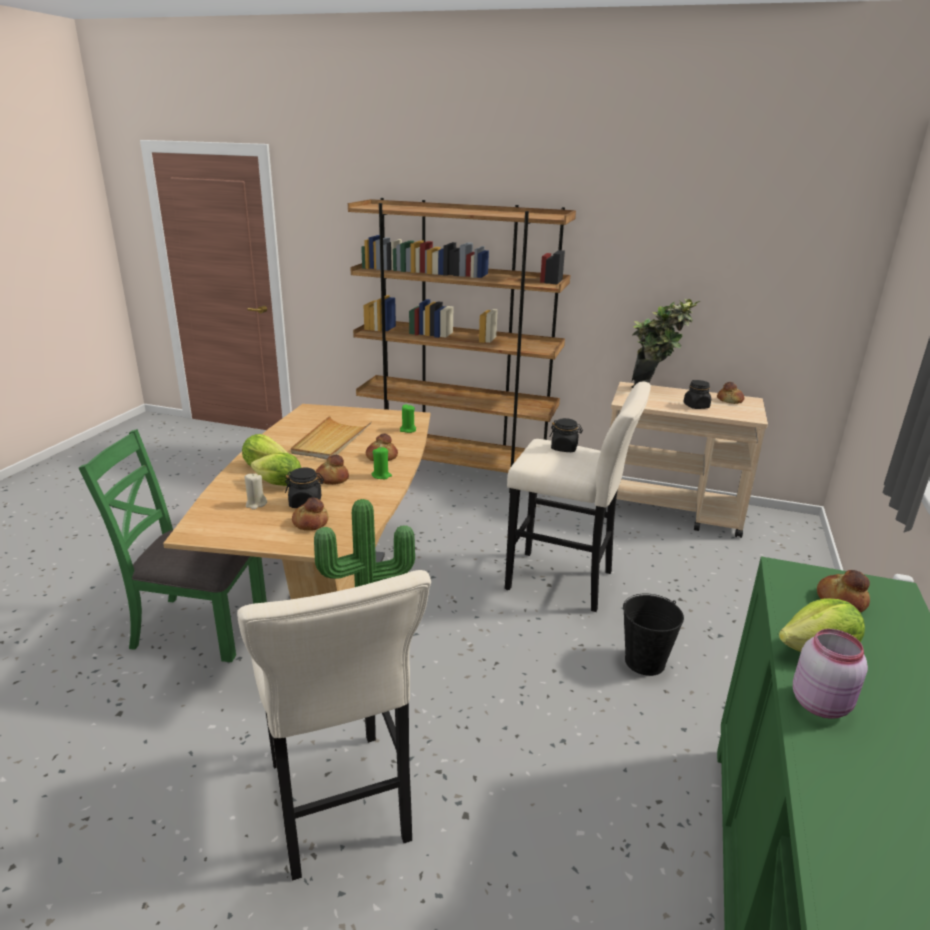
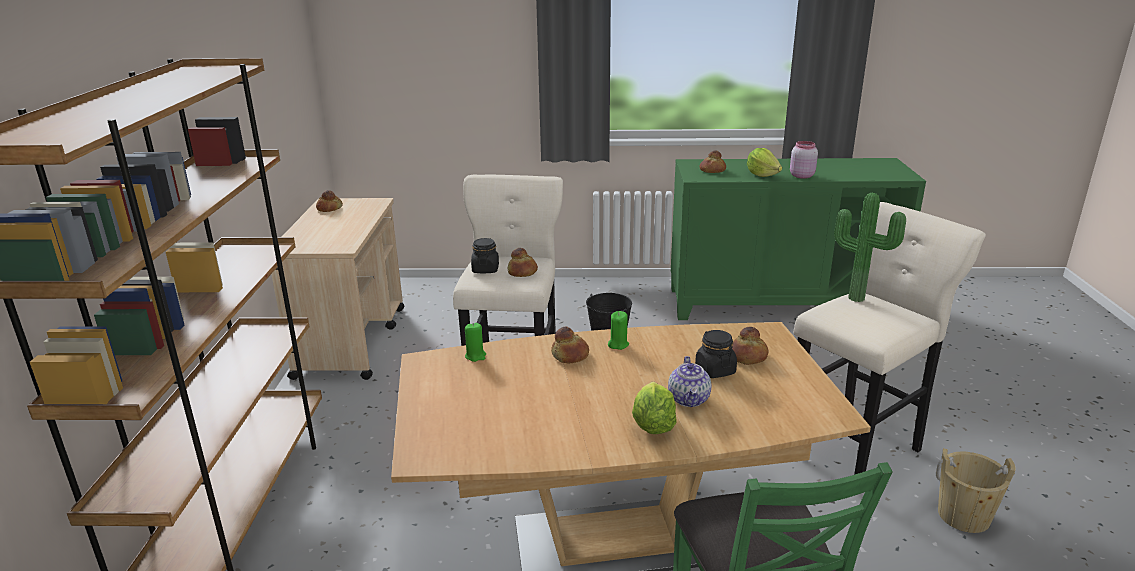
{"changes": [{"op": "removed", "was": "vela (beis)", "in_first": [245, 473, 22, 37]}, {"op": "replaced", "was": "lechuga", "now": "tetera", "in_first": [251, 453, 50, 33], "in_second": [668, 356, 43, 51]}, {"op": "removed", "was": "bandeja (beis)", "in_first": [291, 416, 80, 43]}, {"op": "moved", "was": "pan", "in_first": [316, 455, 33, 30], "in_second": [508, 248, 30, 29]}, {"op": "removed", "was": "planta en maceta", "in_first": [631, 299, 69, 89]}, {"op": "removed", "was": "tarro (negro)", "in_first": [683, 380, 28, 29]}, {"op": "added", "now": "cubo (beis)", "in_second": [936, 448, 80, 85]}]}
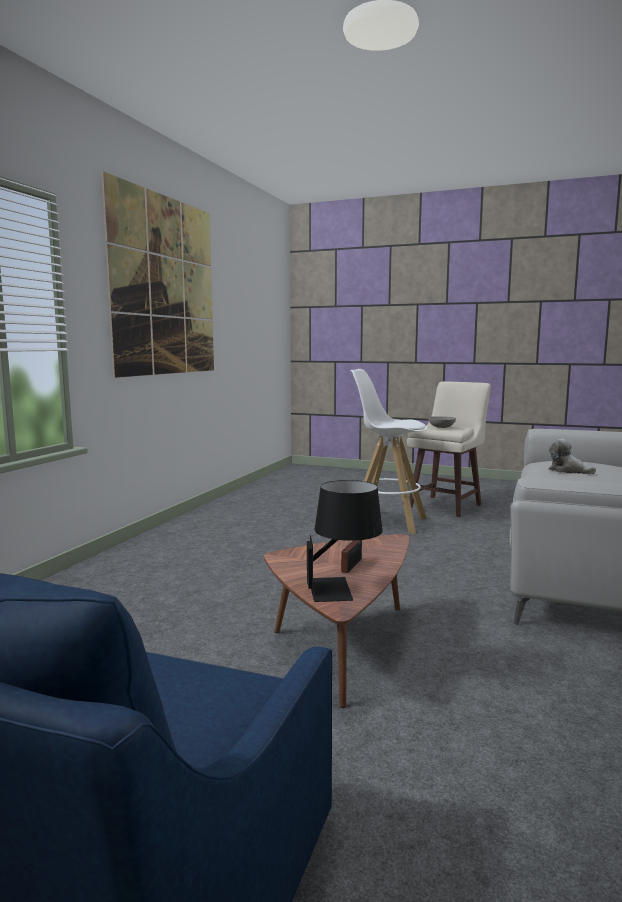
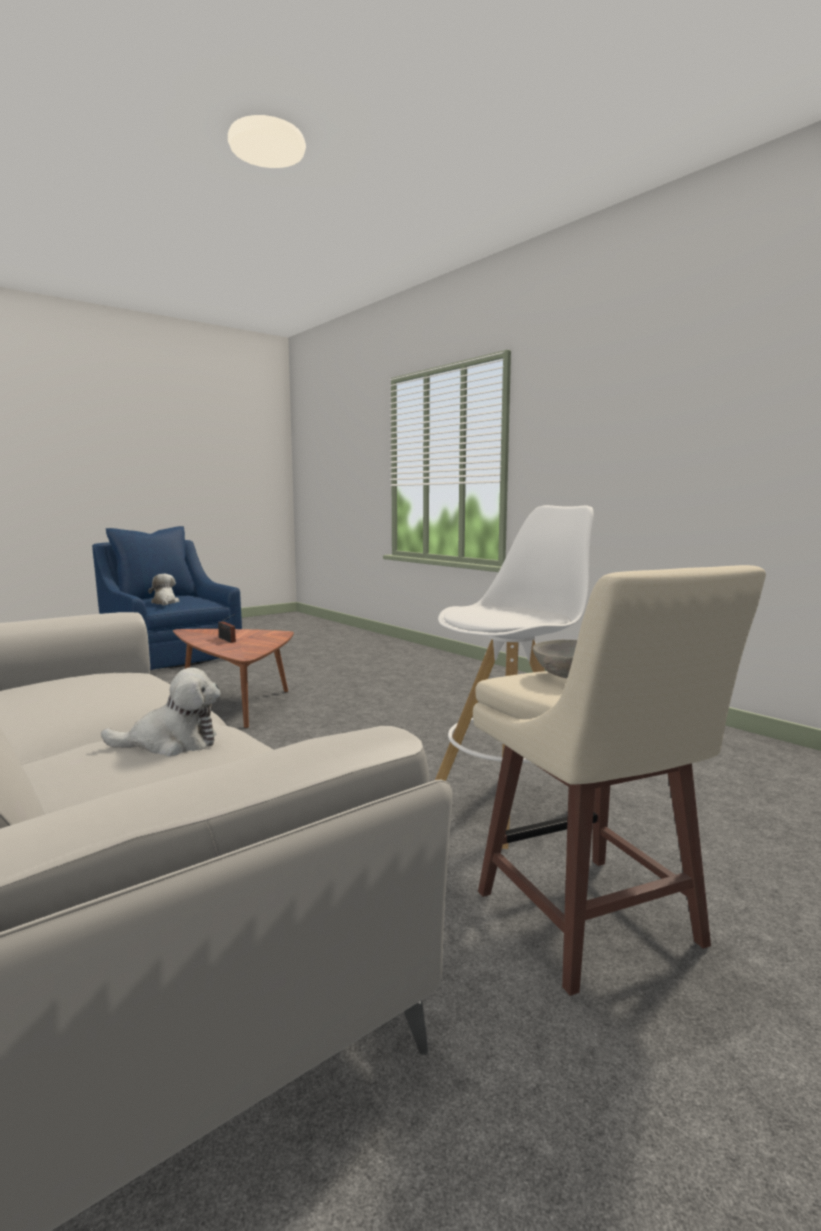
{"changes": [{"op": "removed", "was": "cuadro", "in_first": [102, 171, 112, 207]}, {"op": "removed", "was": "lámpara de mesa (negro)", "in_first": [307, 480, 76, 122]}, {"op": "added", "now": "peluche", "in_second": [148, 574, 31, 31]}]}
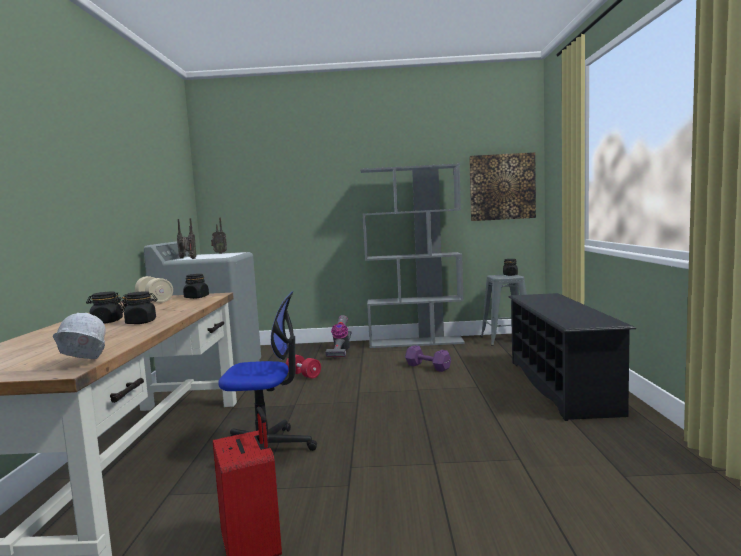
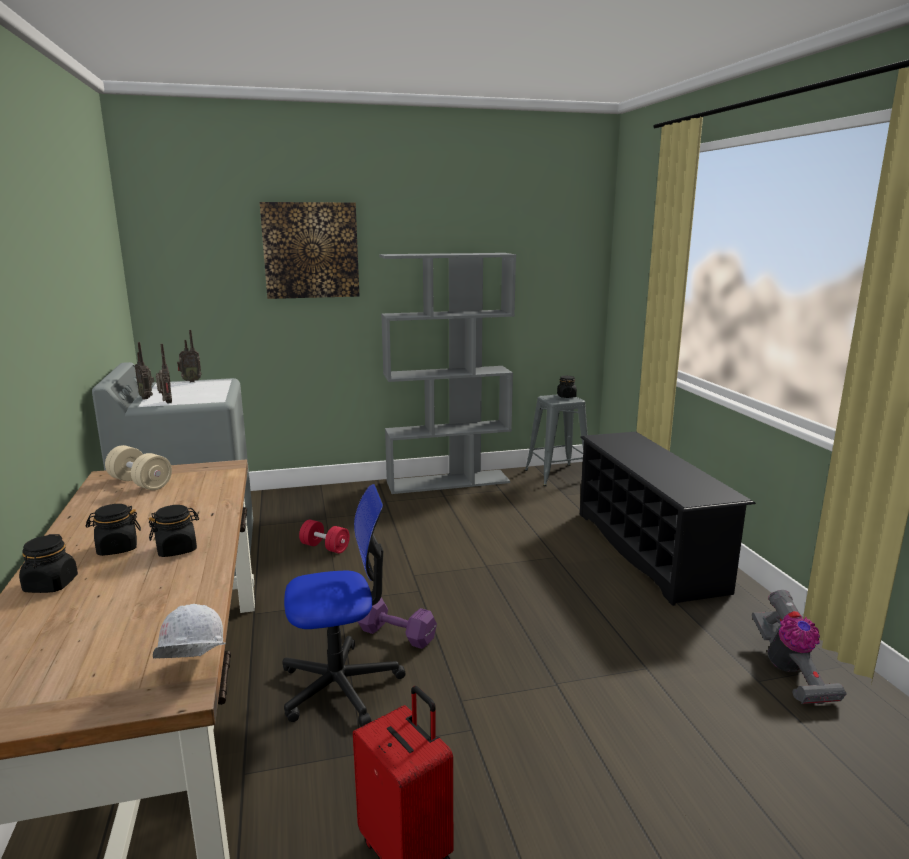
{"changes": [{"op": "moved", "was": "tarro (negro)", "in_first": [183, 274, 26, 25], "in_second": [19, 534, 59, 59]}, {"op": "moved", "was": "aspiradora", "in_first": [325, 315, 26, 43], "in_second": [752, 590, 95, 114]}, {"op": "moved", "was": "mancuerna (morado)", "in_first": [405, 345, 46, 27], "in_second": [358, 597, 79, 52]}, {"op": "moved", "was": "cuadro", "in_first": [469, 152, 67, 69], "in_second": [260, 202, 99, 97]}]}
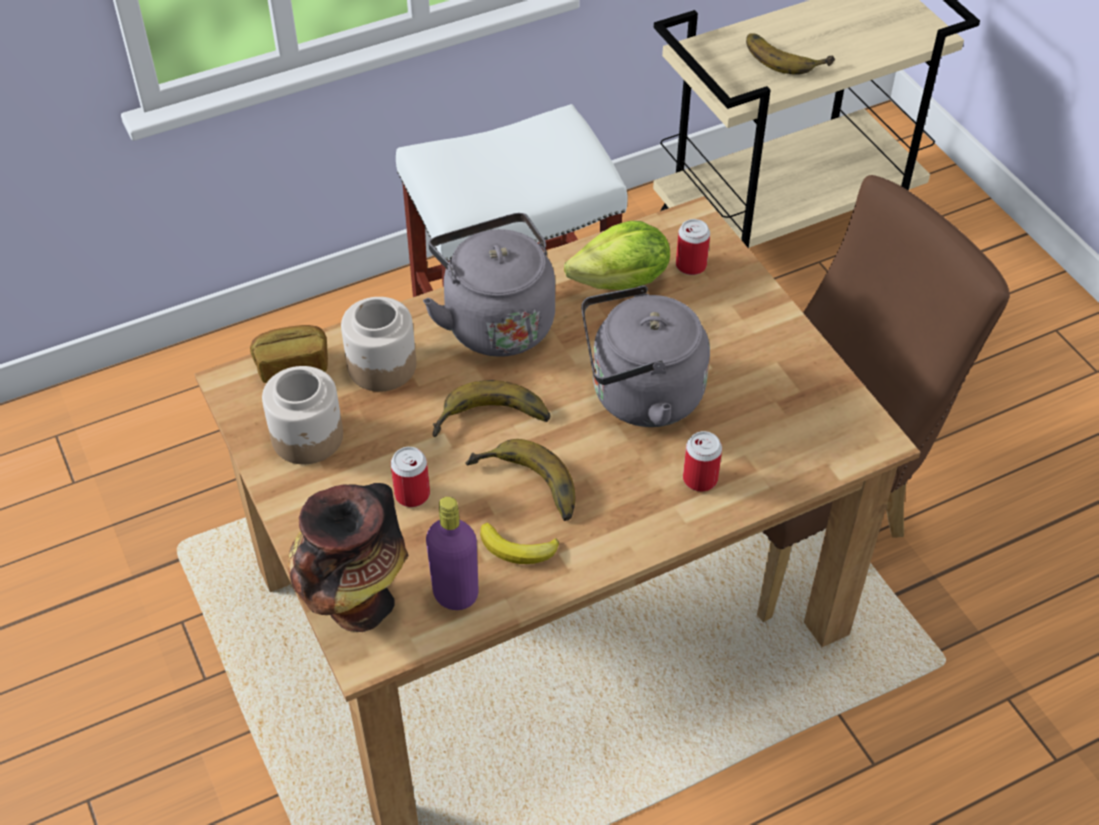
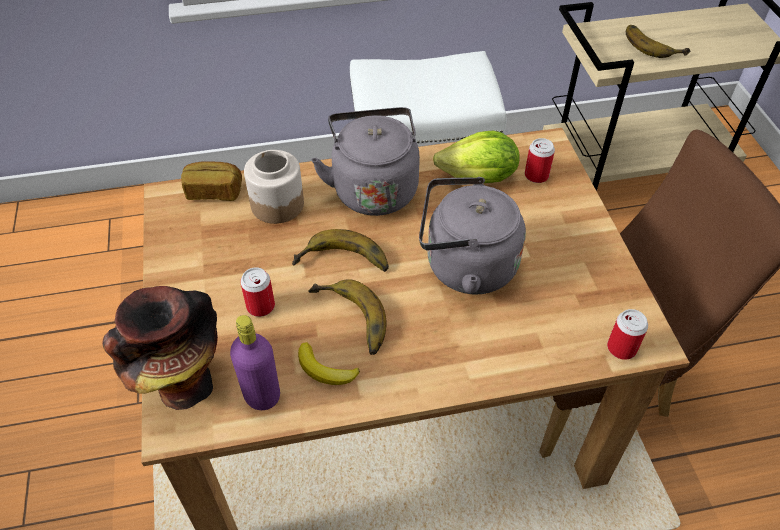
{"changes": [{"op": "removed", "was": "tarro", "in_first": [262, 366, 81, 98]}, {"op": "moved", "was": "lata", "in_first": [683, 431, 39, 61], "in_second": [607, 309, 41, 51]}]}
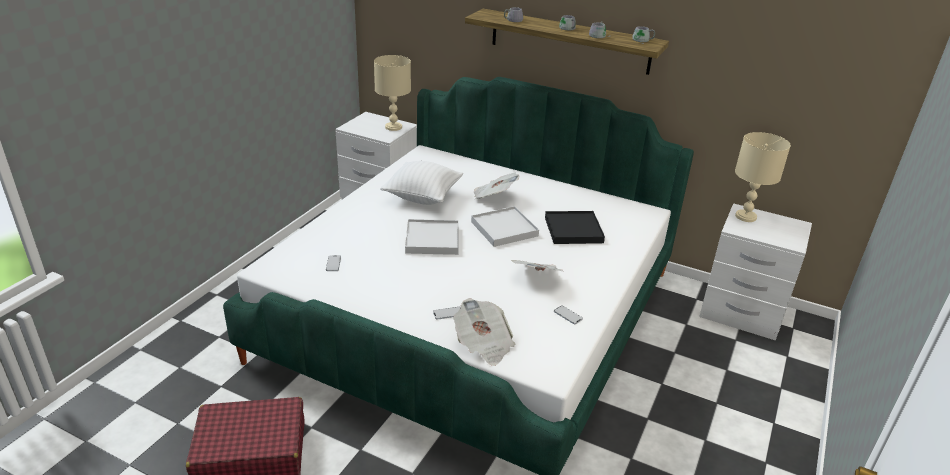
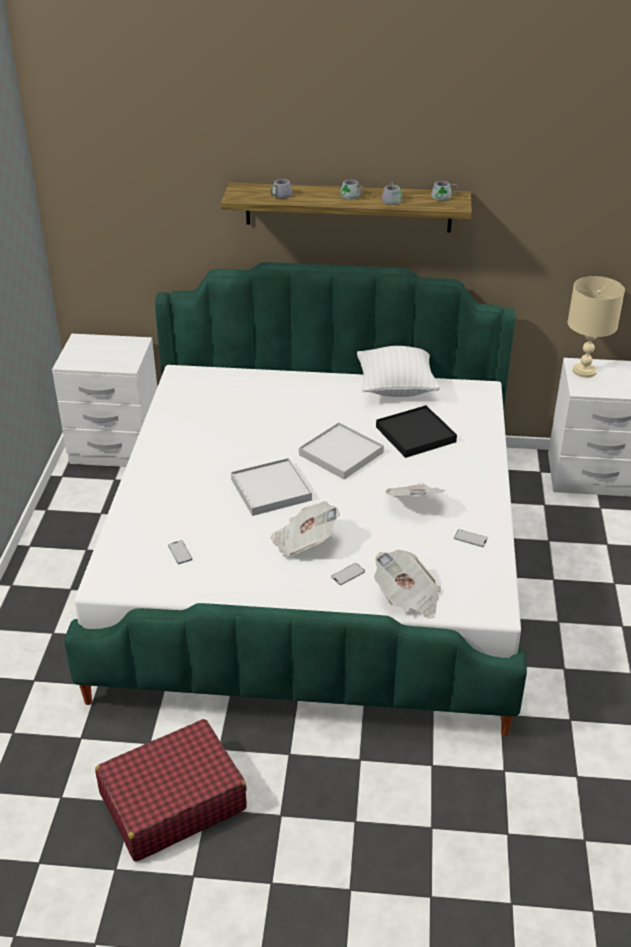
{"changes": [{"op": "removed", "was": "lámpara de mesa (beis)", "in_first": [374, 55, 37, 76]}, {"op": "moved", "was": "cojín (blanco)", "in_first": [380, 161, 83, 44], "in_second": [357, 346, 83, 51]}, {"op": "moved", "was": "periódico", "in_first": [474, 172, 45, 27], "in_second": [271, 501, 69, 56]}]}
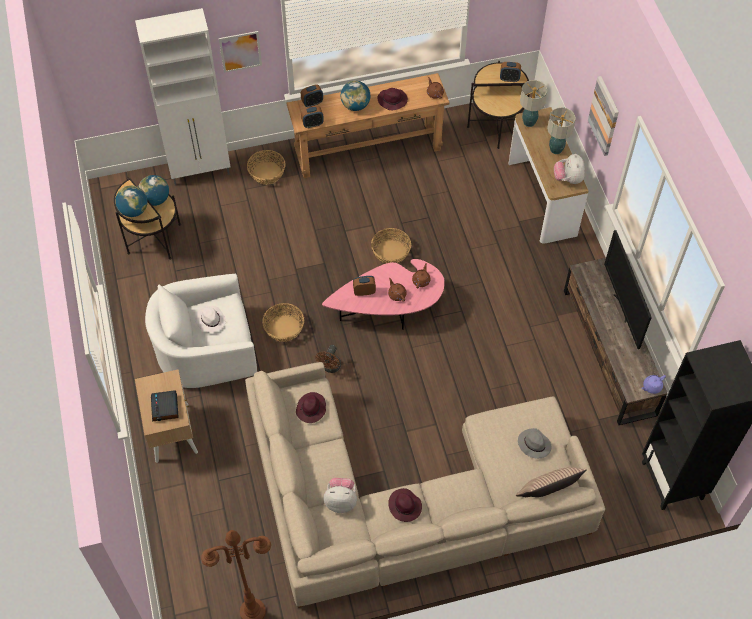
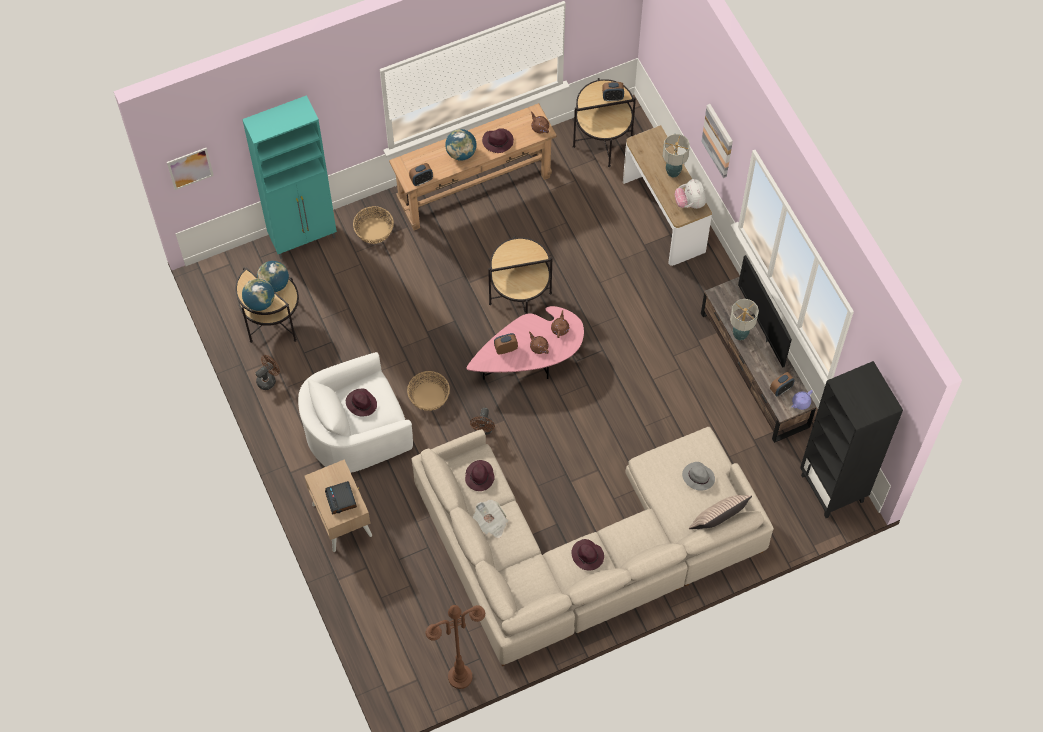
{"changes": [{"op": "recoloured", "was": "armario (blanco)", "now": "armario (turquesa)", "in_first": [135, 8, 95, 177], "in_second": [242, 95, 95, 164]}, {"op": "recoloured", "was": "sombrero (blanco)", "now": "sombrero (morado)", "in_first": [195, 306, 31, 27], "in_second": [346, 388, 31, 28]}, {"op": "moved", "was": "cuadro", "in_first": [219, 31, 43, 42], "in_second": [167, 148, 47, 42]}, {"op": "moved", "was": "despertador", "in_first": [301, 84, 22, 23], "in_second": [770, 372, 25, 24]}, {"op": "removed", "was": "peluche", "in_first": [323, 478, 34, 35]}, {"op": "replaced", "was": "cesta", "now": "mesa auxiliar", "in_first": [371, 228, 40, 36], "in_second": [488, 236, 64, 78]}, {"op": "moved", "was": "lámpara de mesa", "in_first": [520, 80, 27, 47], "in_second": [730, 299, 29, 41]}, {"op": "added", "now": "ventilador (marrón)", "in_second": [256, 355, 24, 35]}, {"op": "added", "now": "periódico", "in_second": [473, 500, 36, 38]}]}
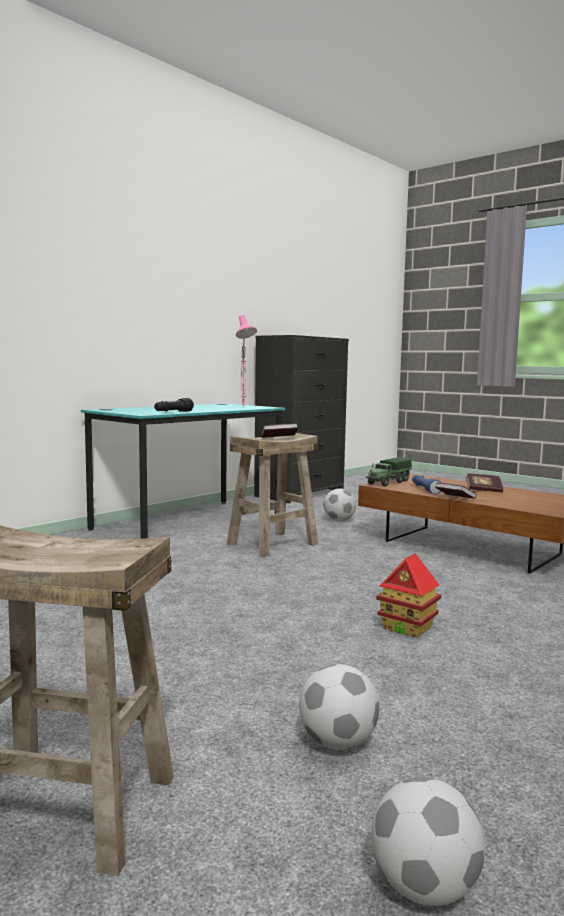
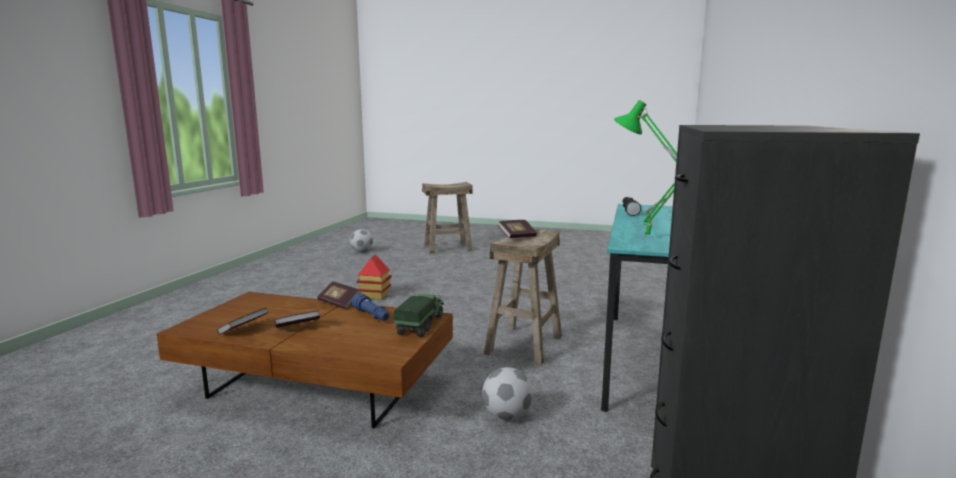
{"changes": [{"op": "recoloured", "was": "lámpara de mesa (rosa)", "now": "lámpara de mesa (verde)", "in_first": [236, 315, 21, 93], "in_second": [614, 100, 63, 138]}, {"op": "removed", "was": "balón de fútbol", "in_first": [299, 664, 80, 86]}, {"op": "added", "now": "libro", "in_second": [217, 307, 52, 27]}]}
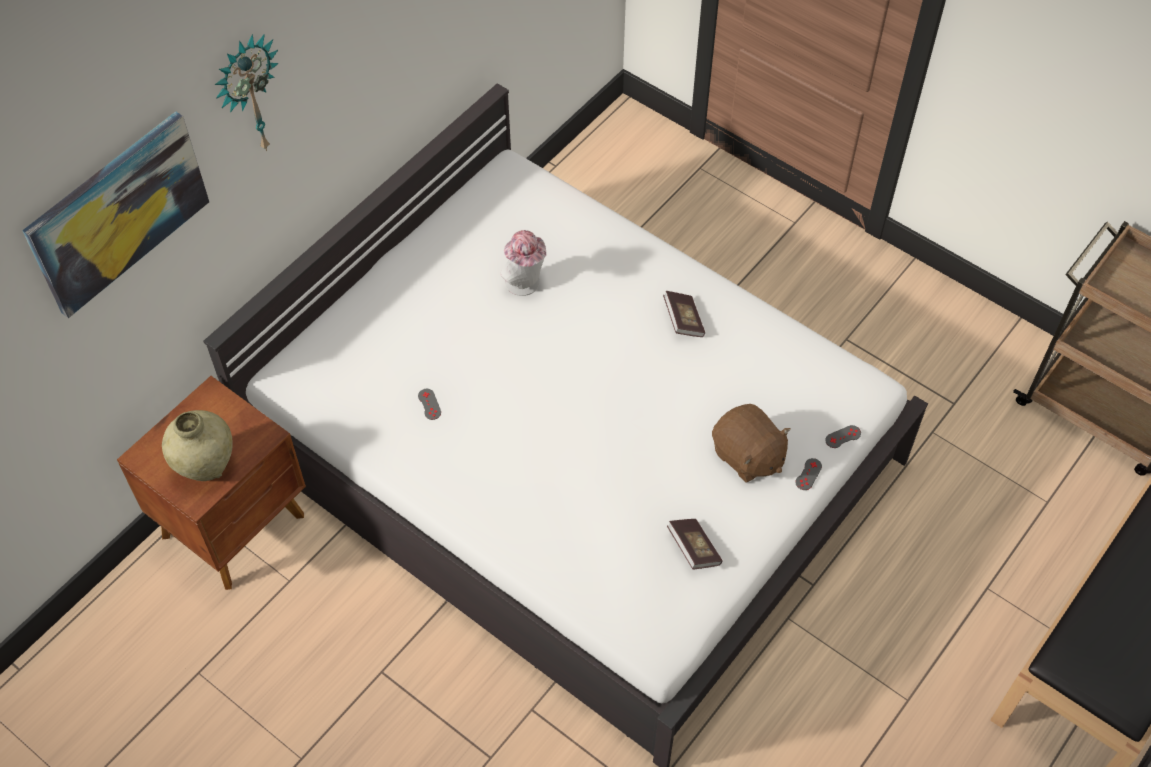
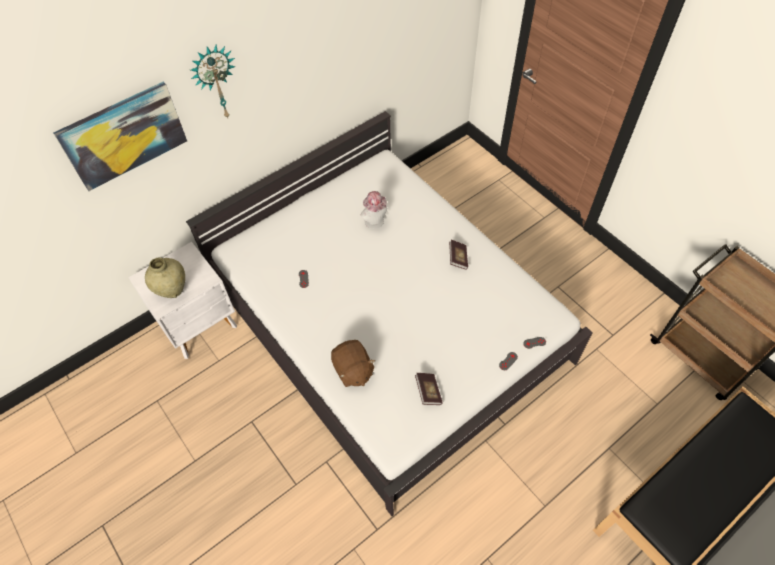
{"changes": [{"op": "recoloured", "was": "mesita de noche (marrón)", "now": "mesita de noche (blanco)", "in_first": [117, 376, 189, 214], "in_second": [129, 242, 108, 117]}, {"op": "moved", "was": "peluche (marrón)", "in_first": [712, 404, 79, 79], "in_second": [331, 340, 44, 47]}]}
